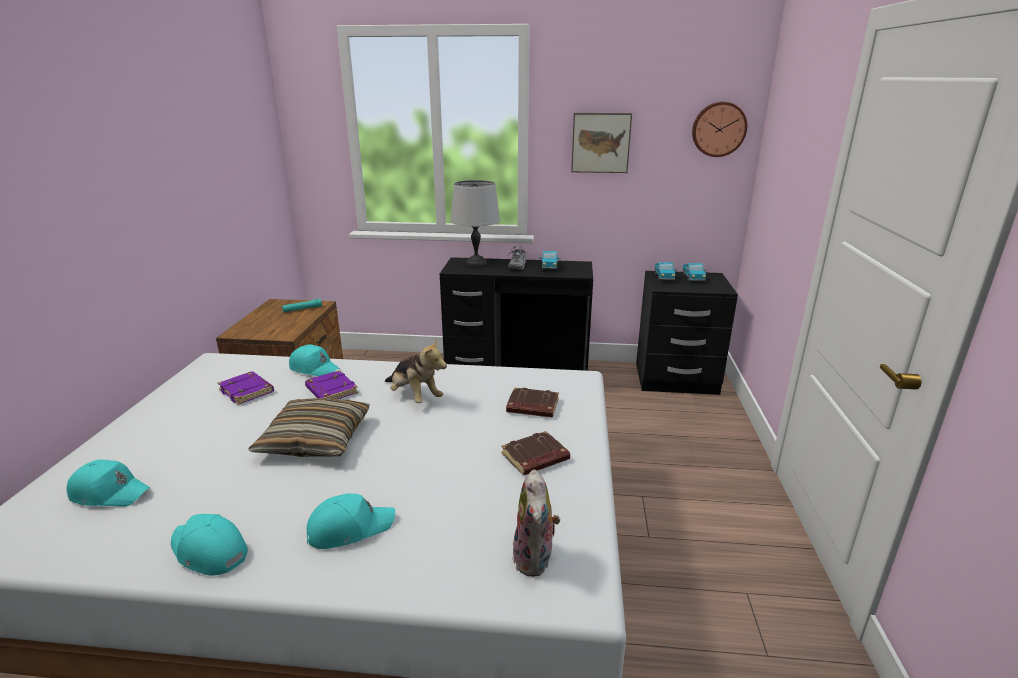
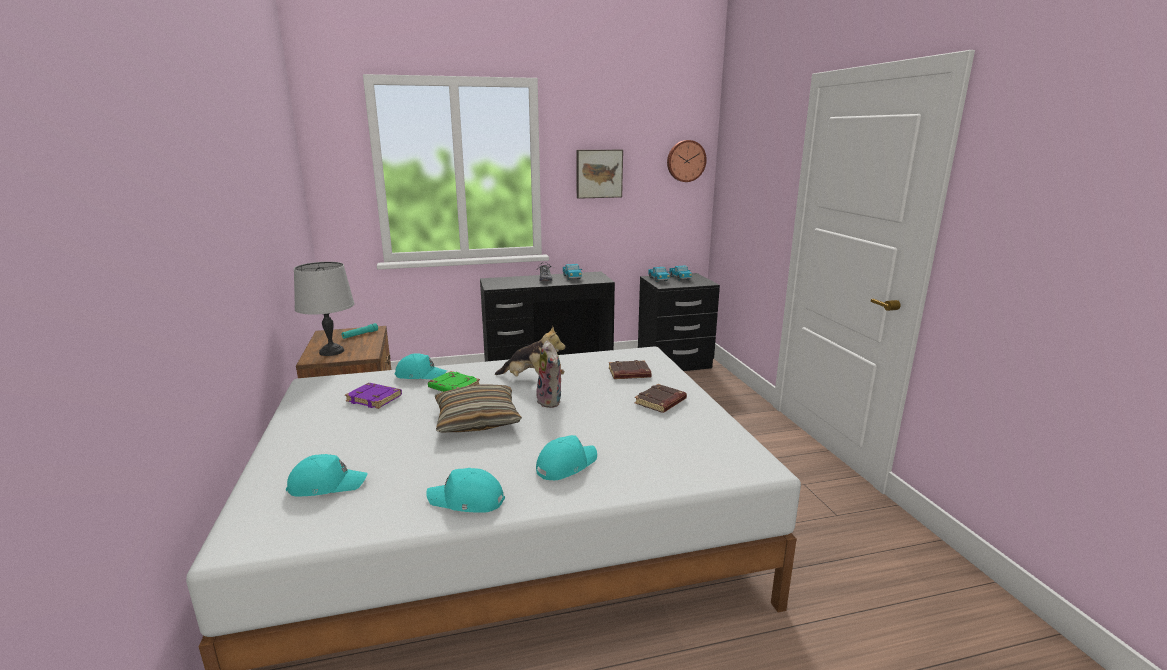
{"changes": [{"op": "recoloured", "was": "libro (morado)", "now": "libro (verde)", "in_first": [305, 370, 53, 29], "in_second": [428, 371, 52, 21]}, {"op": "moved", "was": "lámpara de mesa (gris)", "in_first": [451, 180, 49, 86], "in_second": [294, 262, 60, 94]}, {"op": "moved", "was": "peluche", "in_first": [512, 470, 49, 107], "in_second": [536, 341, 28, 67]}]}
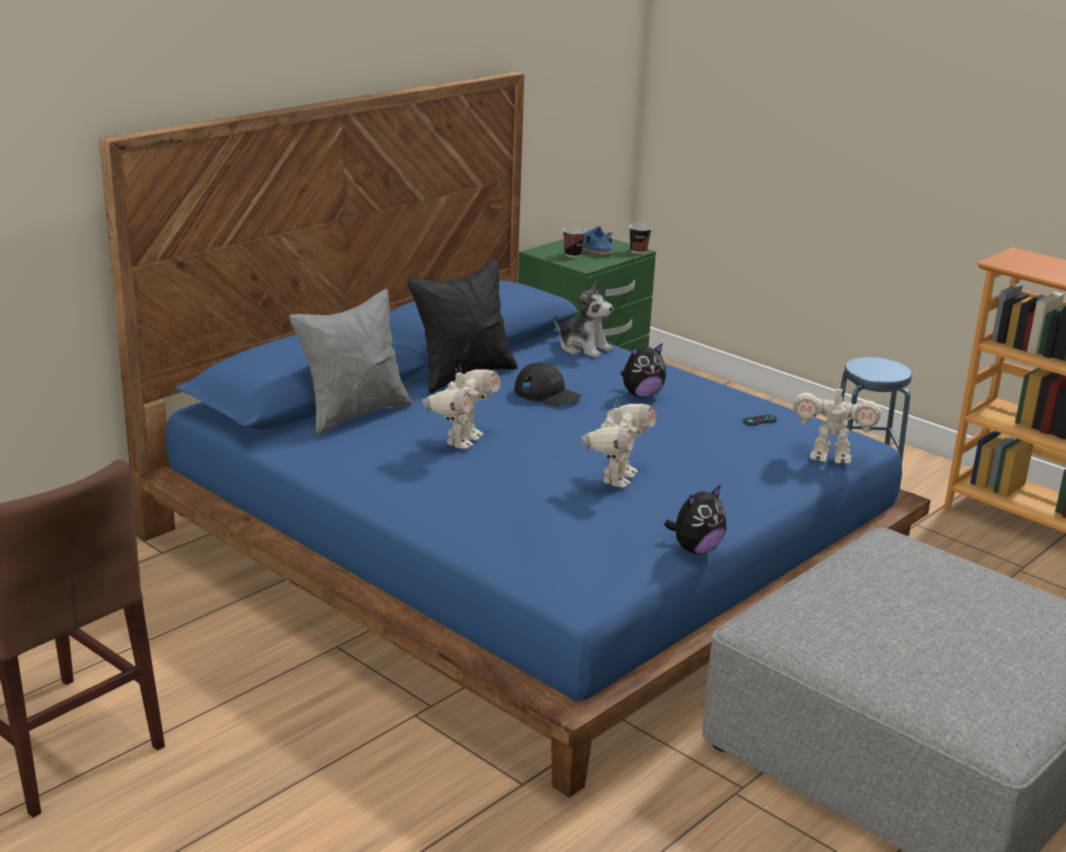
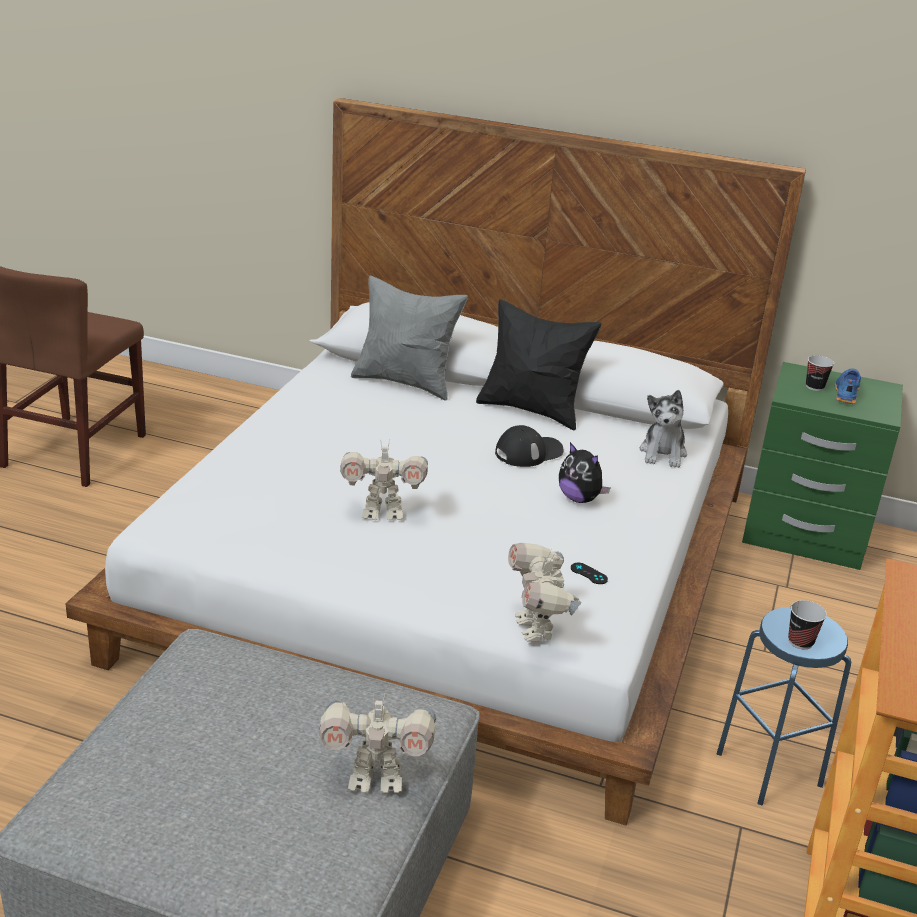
{"changes": [{"op": "recoloured", "was": "cama (azul)", "now": "cama (blanco)", "in_first": [99, 72, 832, 725], "in_second": [65, 98, 741, 727]}, {"op": "moved", "was": "robot de juguete", "in_first": [422, 364, 79, 85], "in_second": [319, 692, 117, 101]}, {"op": "turned", "was": "gorra (negro)", "in_first": [514, 362, 68, 45], "in_second": [495, 425, 68, 42], "clockwise": -135}, {"op": "moved", "was": "taza", "in_first": [629, 224, 23, 30], "in_second": [788, 600, 39, 50]}, {"op": "removed", "was": "peluche", "in_first": [664, 485, 62, 69]}]}
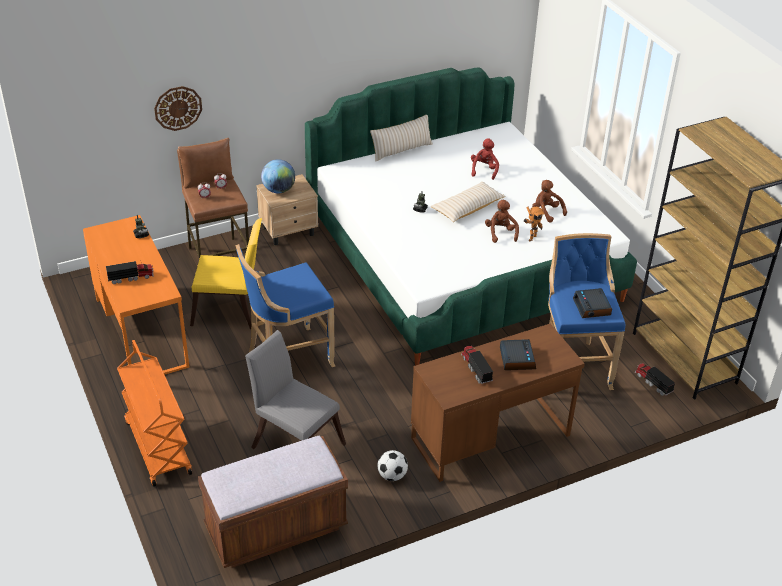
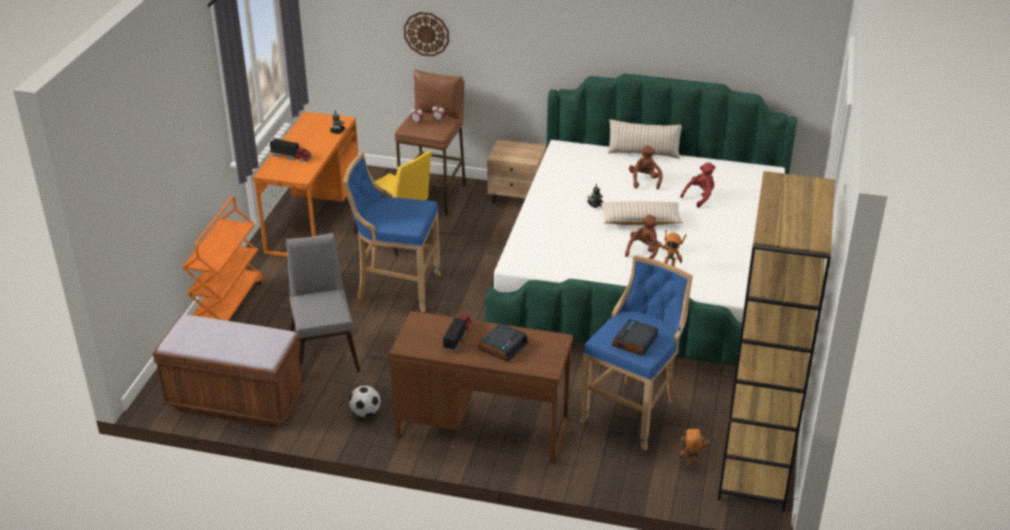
{"changes": [{"op": "removed", "was": "globo terráqueo", "in_first": [261, 159, 34, 34]}, {"op": "moved", "was": "peluche (marrón)", "in_first": [532, 180, 35, 43], "in_second": [629, 145, 34, 44]}, {"op": "replaced", "was": "camión de juguete", "now": "robot de juguete", "in_first": [635, 363, 40, 33], "in_second": [680, 429, 34, 37]}]}
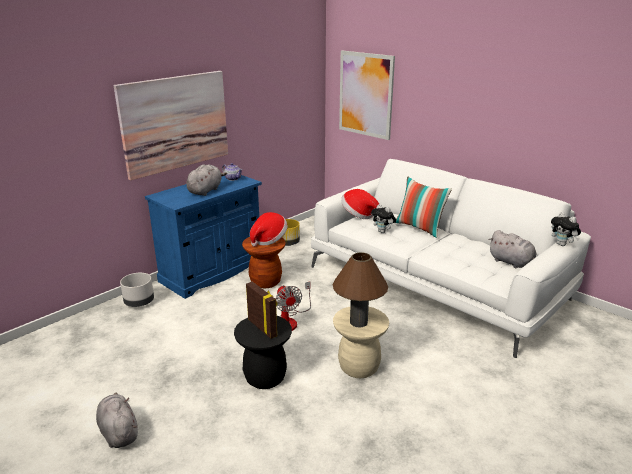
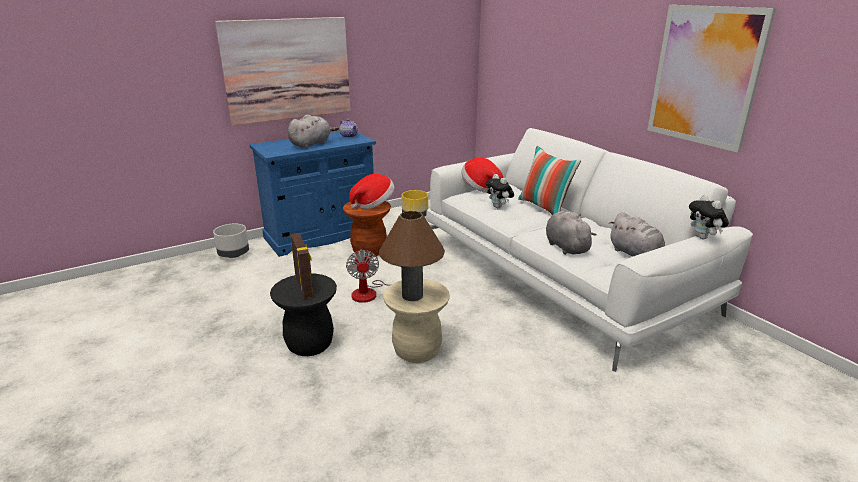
{"changes": [{"op": "moved", "was": "peluche (gris)", "in_first": [96, 393, 42, 55], "in_second": [546, 211, 50, 44]}, {"op": "moved", "was": "cuadro", "in_first": [339, 50, 56, 90], "in_second": [647, 5, 129, 148]}]}
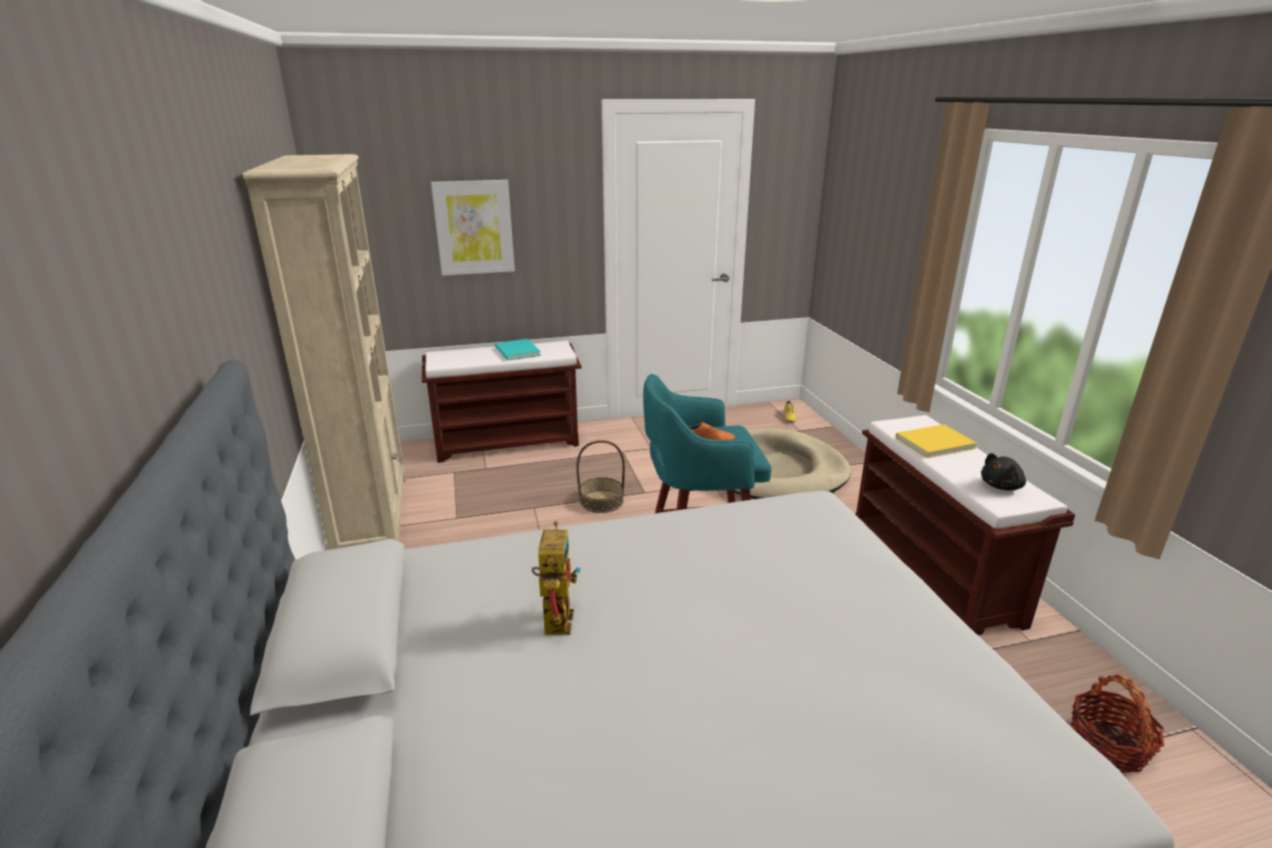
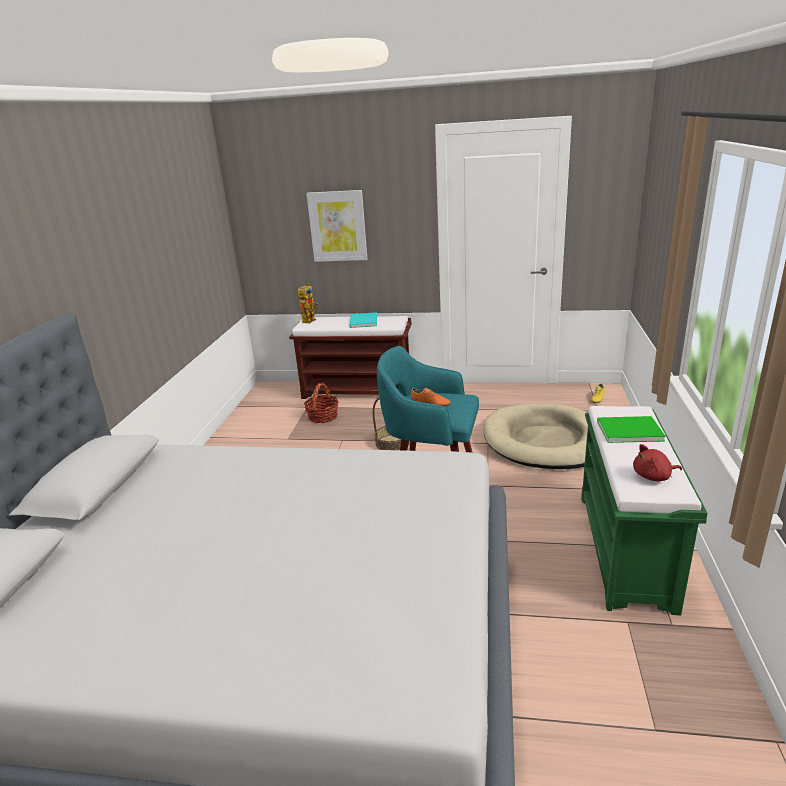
{"changes": [{"op": "removed", "was": "estantería (beis)", "in_first": [243, 154, 163, 396]}, {"op": "moved", "was": "robot de juguete", "in_first": [532, 520, 48, 115], "in_second": [298, 283, 20, 41]}, {"op": "recoloured", "was": "banco (marrón)", "now": "banco (verde)", "in_first": [855, 415, 220, 221], "in_second": [581, 406, 127, 210]}, {"op": "recoloured", "was": "libro (amarillo)", "now": "libro (verde)", "in_first": [895, 424, 82, 34], "in_second": [597, 416, 69, 27]}, {"op": "recoloured", "was": "peluche (negro)", "now": "peluche (rojo)", "in_first": [981, 453, 45, 38], "in_second": [633, 444, 49, 37]}, {"op": "moved", "was": "cesta", "in_first": [1071, 674, 93, 99], "in_second": [304, 382, 35, 41]}]}
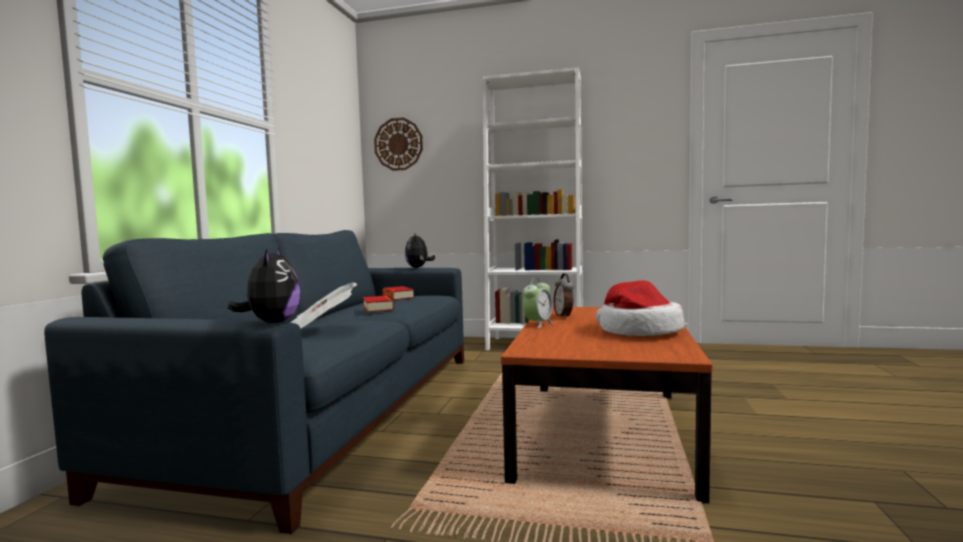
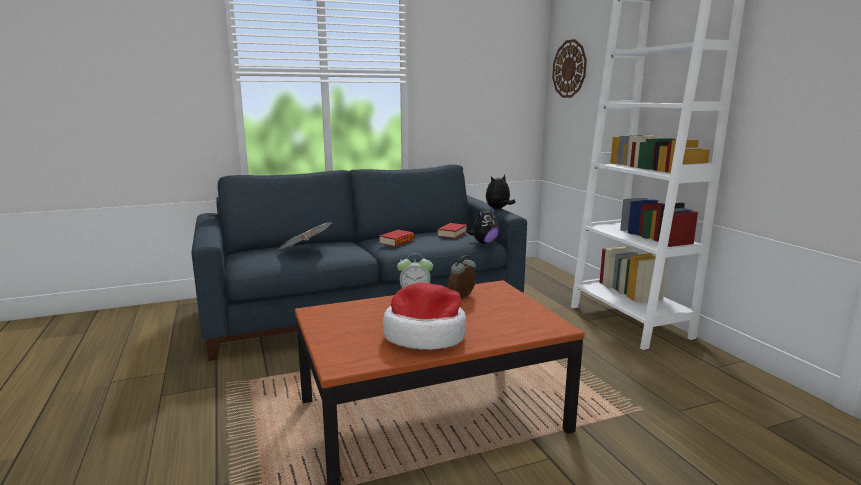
{"changes": [{"op": "moved", "was": "peluche", "in_first": [227, 247, 74, 76], "in_second": [467, 208, 32, 36]}]}
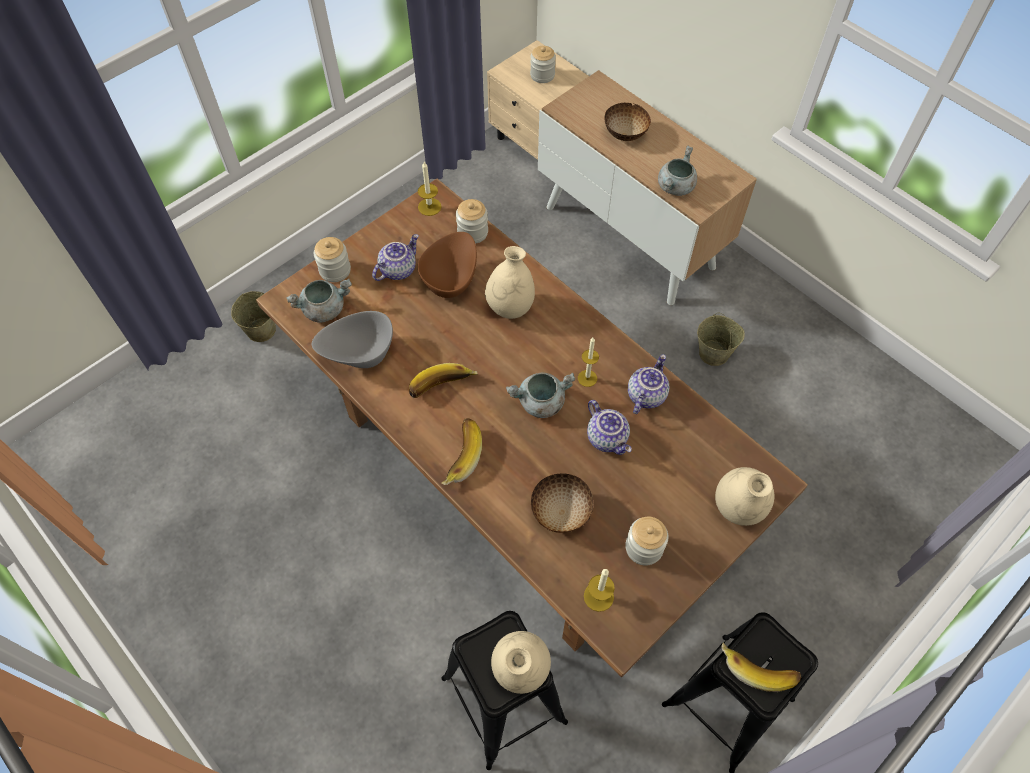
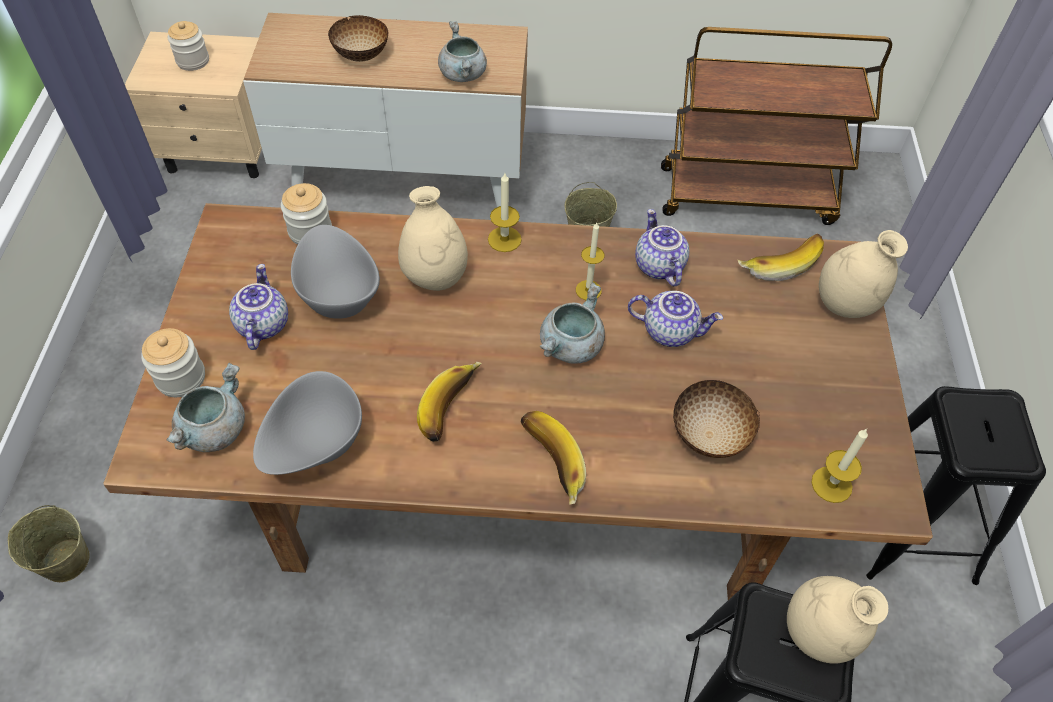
{"changes": [{"op": "moved", "was": "vela", "in_first": [418, 162, 23, 54], "in_second": [488, 173, 34, 79]}, {"op": "recoloured", "was": "cuenco (marrón)", "now": "cuenco (gris)", "in_first": [418, 232, 59, 66], "in_second": [291, 225, 89, 94]}, {"op": "removed", "was": "tarro", "in_first": [625, 517, 43, 49]}, {"op": "moved", "was": "plátano", "in_first": [721, 643, 80, 49], "in_second": [738, 233, 86, 48]}, {"op": "added", "now": "carrito (marrón)", "in_second": [661, 27, 231, 198]}]}
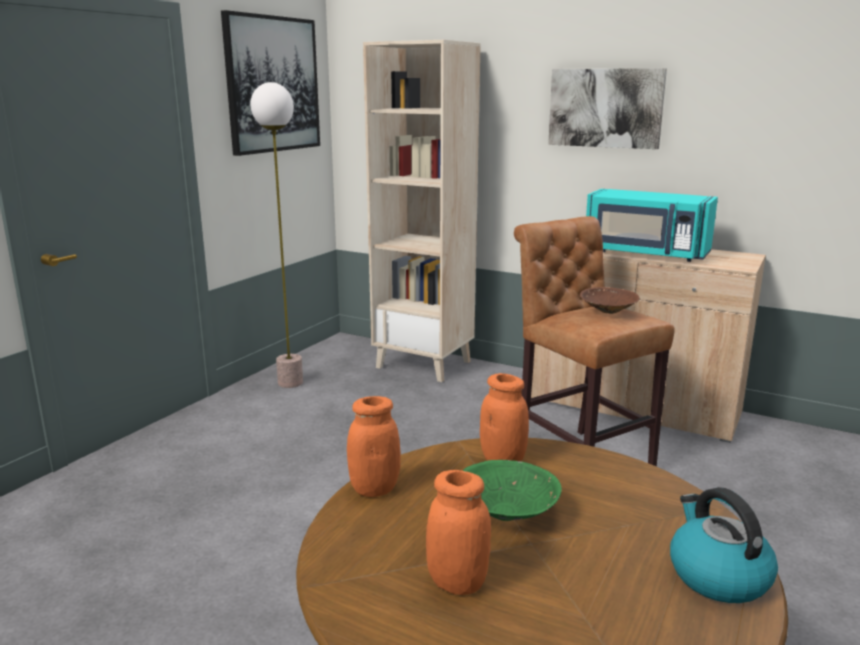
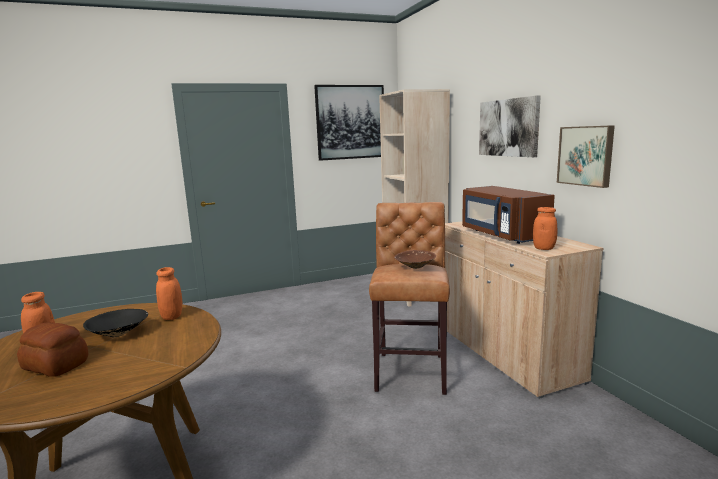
{"changes": [{"op": "removed", "was": "lámpara de pie", "in_first": [250, 82, 53, 306]}, {"op": "moved", "was": "tarro (naranja)", "in_first": [347, 396, 54, 101], "in_second": [533, 207, 24, 43]}, {"op": "recoloured", "was": "cuenco (verde)", "now": "cuenco (negro)", "in_first": [462, 460, 100, 61], "in_second": [83, 309, 65, 28]}, {"op": "recoloured", "was": "microondas (turquesa)", "now": "microondas (marrón)", "in_first": [586, 189, 132, 73], "in_second": [462, 186, 93, 58]}, {"op": "removed", "was": "hervidor", "in_first": [670, 487, 108, 116]}, {"op": "added", "now": "pan", "in_second": [17, 322, 71, 55]}, {"op": "added", "now": "cuadro", "in_second": [557, 125, 58, 63]}]}
